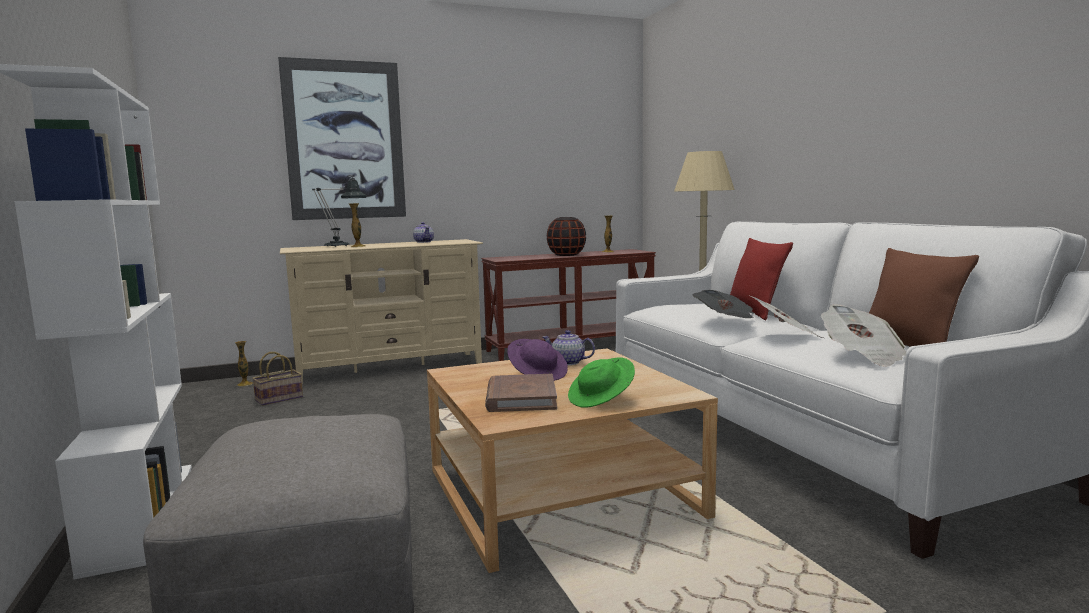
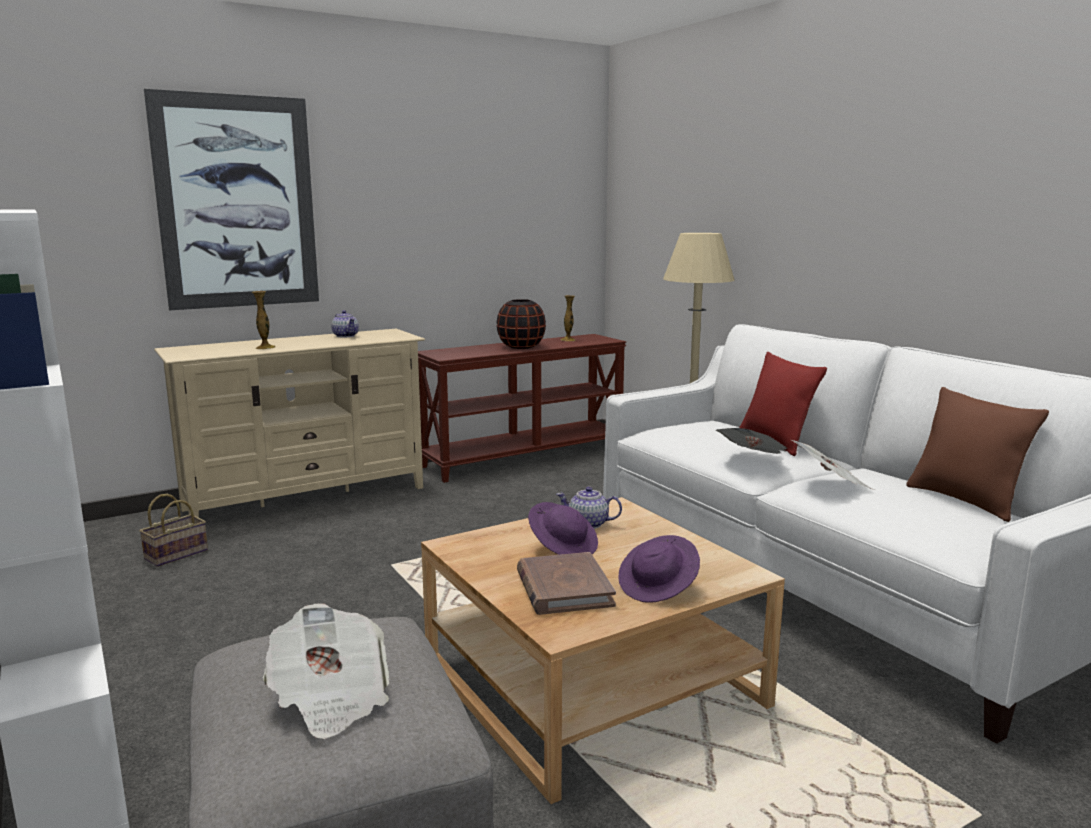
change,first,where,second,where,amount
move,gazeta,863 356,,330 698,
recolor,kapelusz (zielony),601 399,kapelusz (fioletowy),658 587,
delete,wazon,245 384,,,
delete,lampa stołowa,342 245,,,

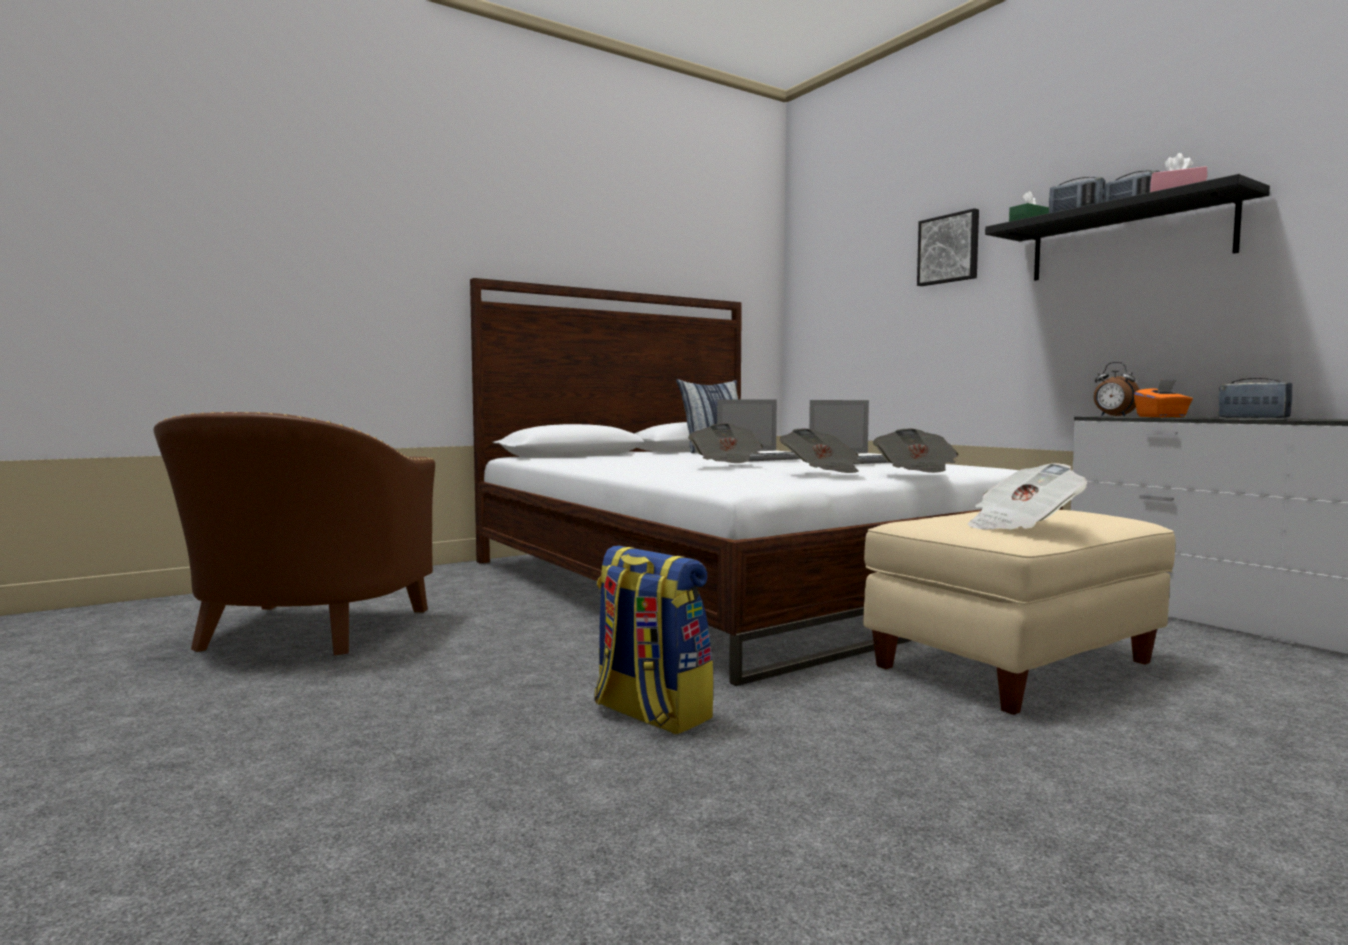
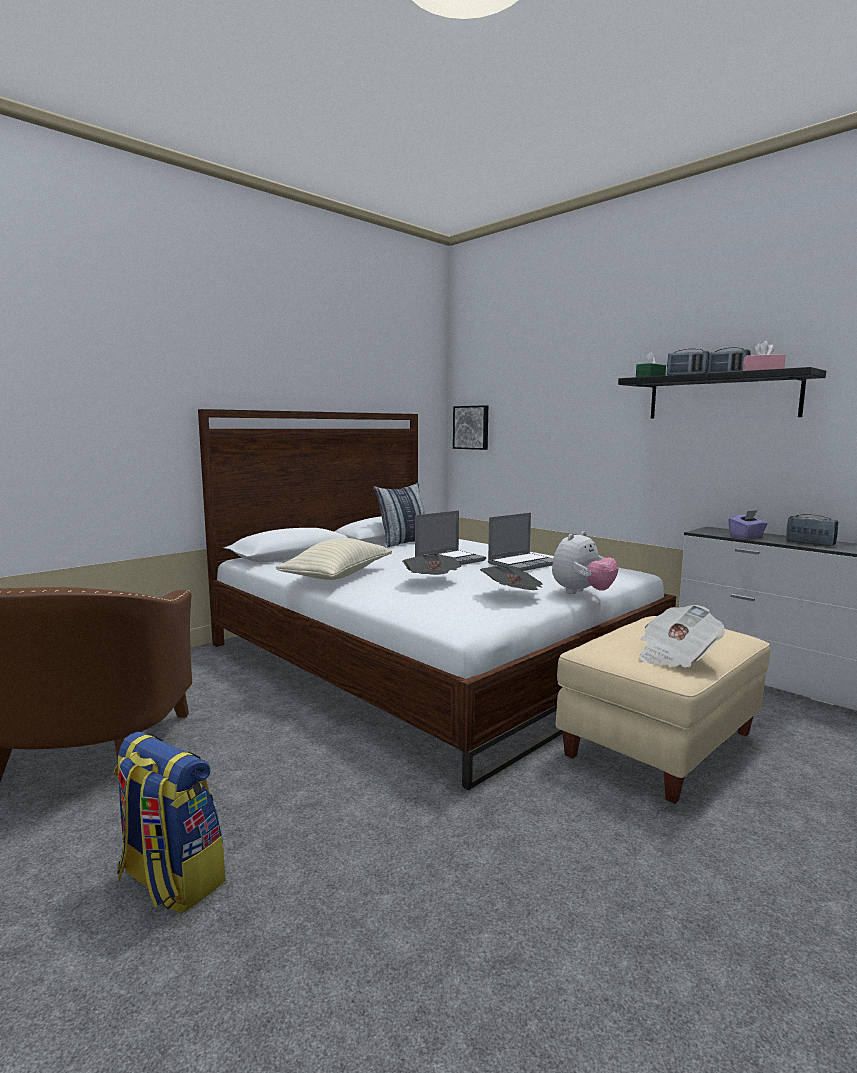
change,first,where,second,where,amount
move,plecak,650 713,,169 880,
insert,,,poduszka (beżowy),337 576,
move,obraz,949 249,,471 427,
replace,gazeta,916 475,pluszak,582 593,
recolor,pudełko chusteczek (pomarańczowy),1162 417,pudełko chusteczek (fioletowy),746 536,
delete,budzik,1113 416,,,

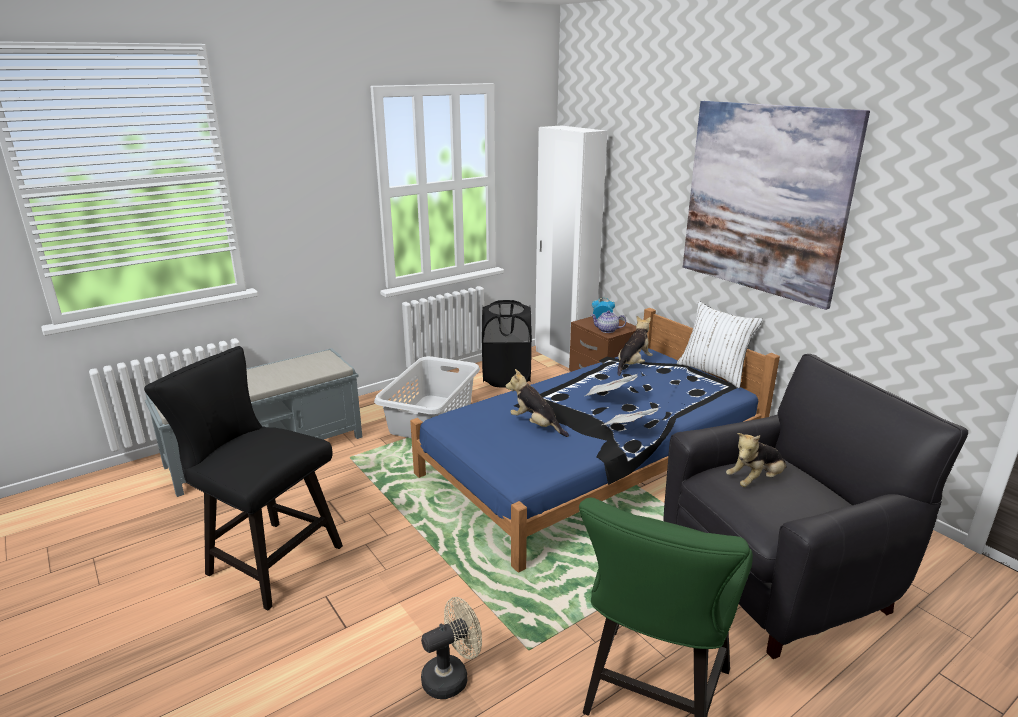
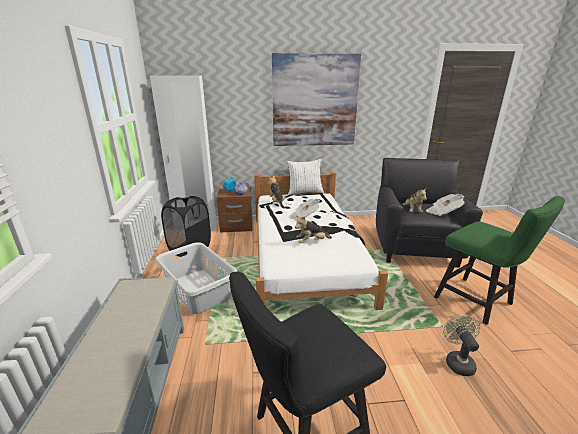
change,first,where,second,where,amount
recolor,łóżko (niebieski),593 461,łóżko (biały),304 254,
move,gazeta,629 430,,443 212,

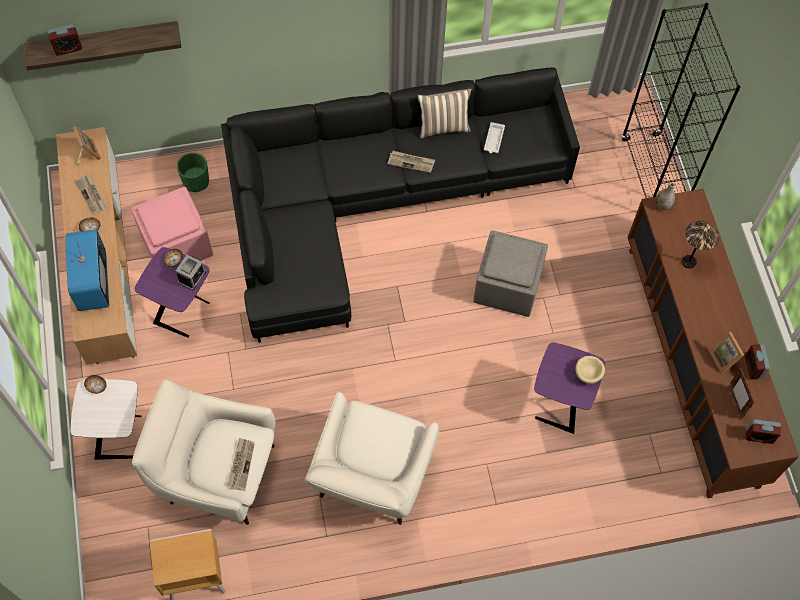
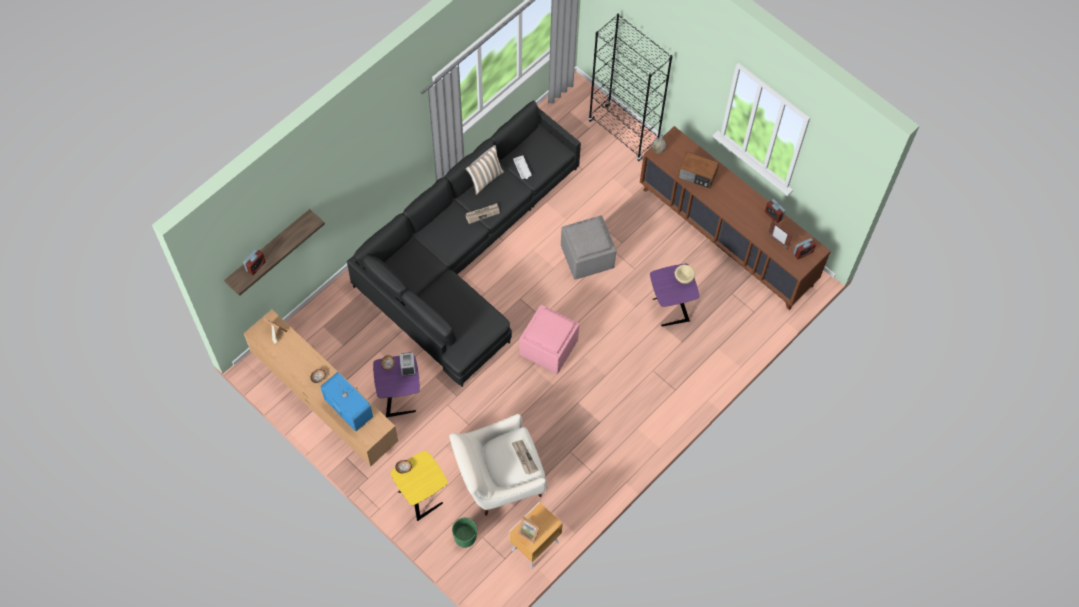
change,first,where,second,where,amount
recolor,stolik (biały),120 436,stolik (żółty),421 497,
move,donica (zielony),196 181,,465 537,
move,ramka na zdjęcie,724 358,,529 531,
move,pufa (różowy),176 245,,548 348,
replace,lampa stołowa,689 262,radio,697 175,
delete,gazeta,92 195,,,
delete,fotel (biały),371 479,,,

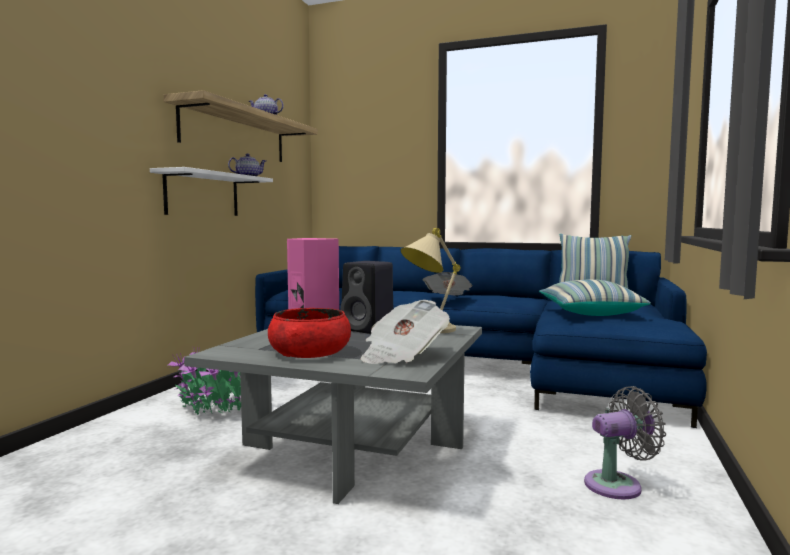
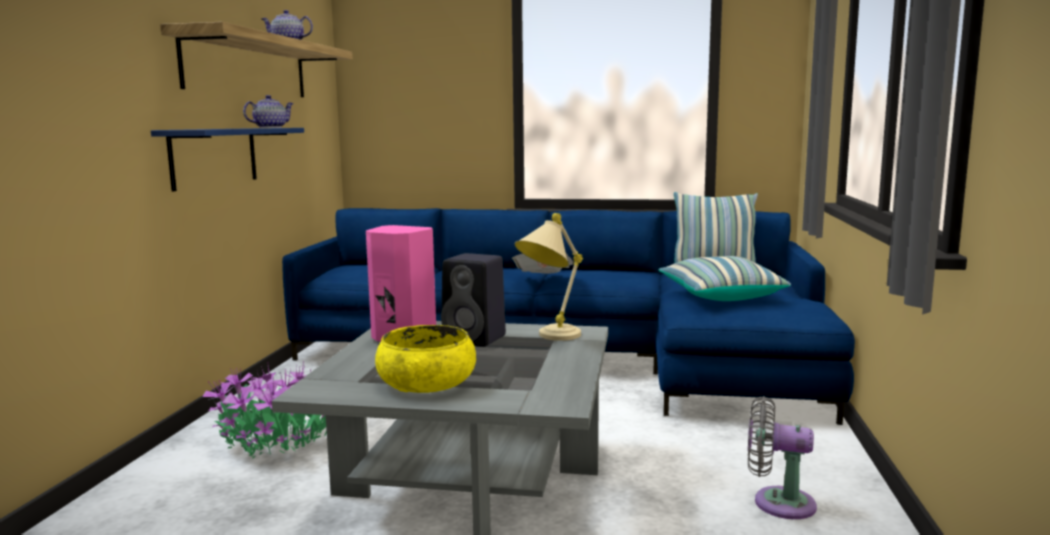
change,first,where,second,where,amount
recolor,półka (biały),202 194,półka (niebieski),214 157,
recolor,miska (czerwony),310 352,miska (żółty),426 382,
rotate,wentylator (szary),618 485,,777 502,135 degrees counterclockwise
delete,gazeta,402 355,,,

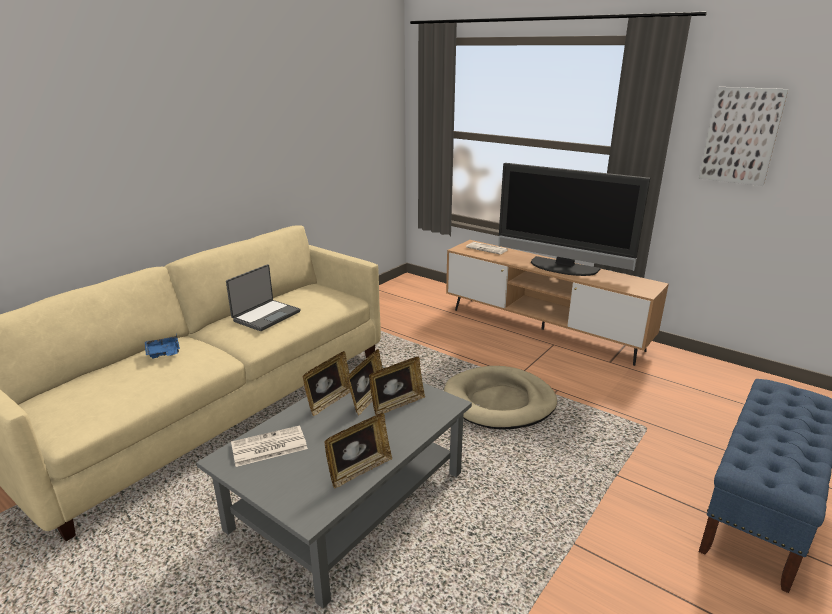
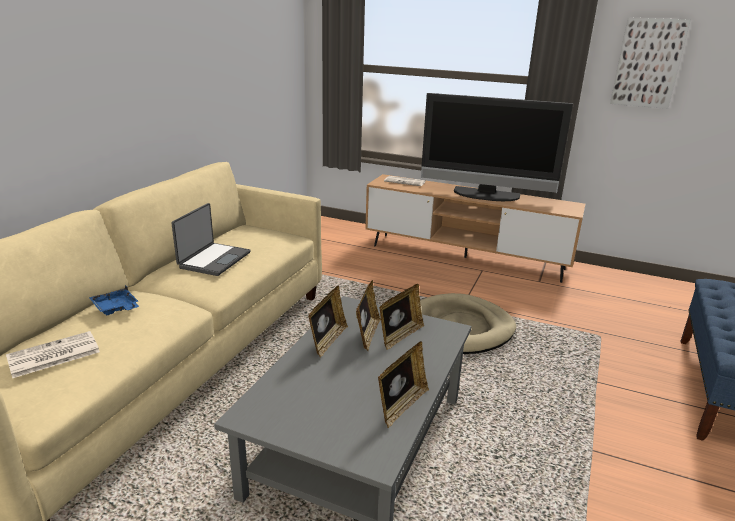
change,first,where,second,where,amount
move,gazeta,268 447,,52 355,

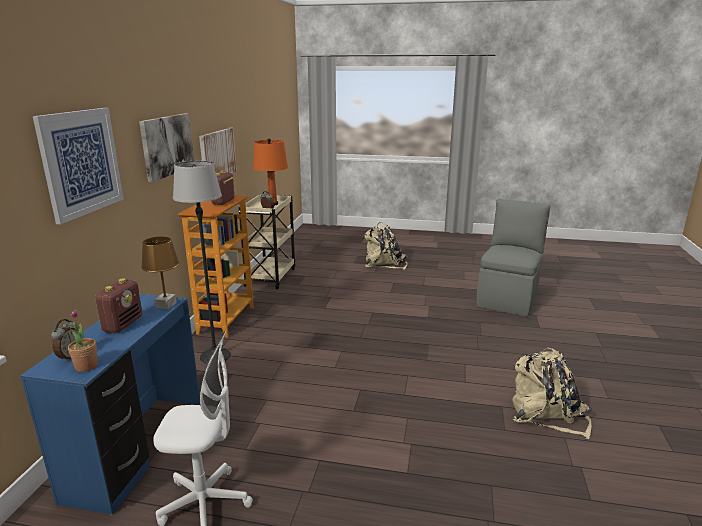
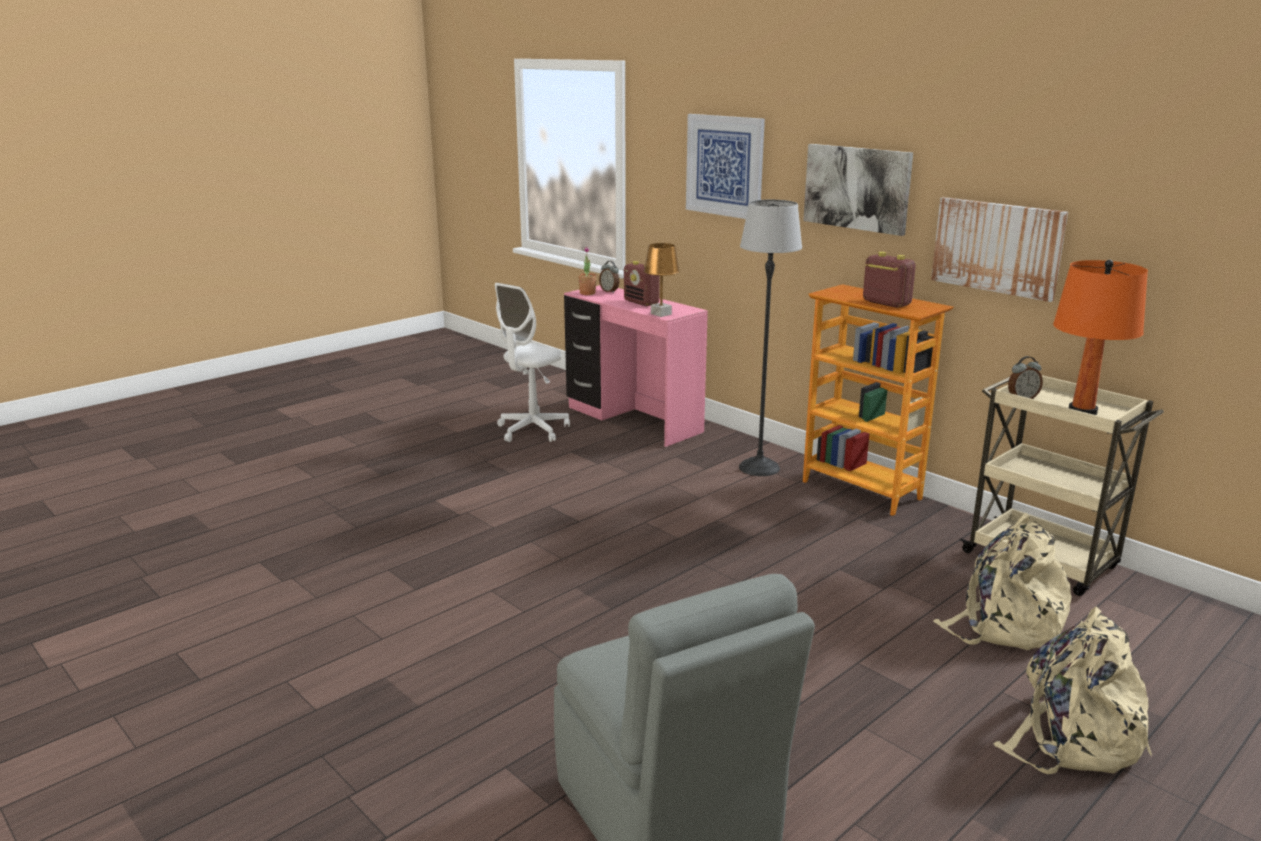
change,first,where,second,where,amount
recolor,biurko (niebieski),139 448,biurko (różowy),632 420,
move,plecak (beżowy),547 414,,1004 624,

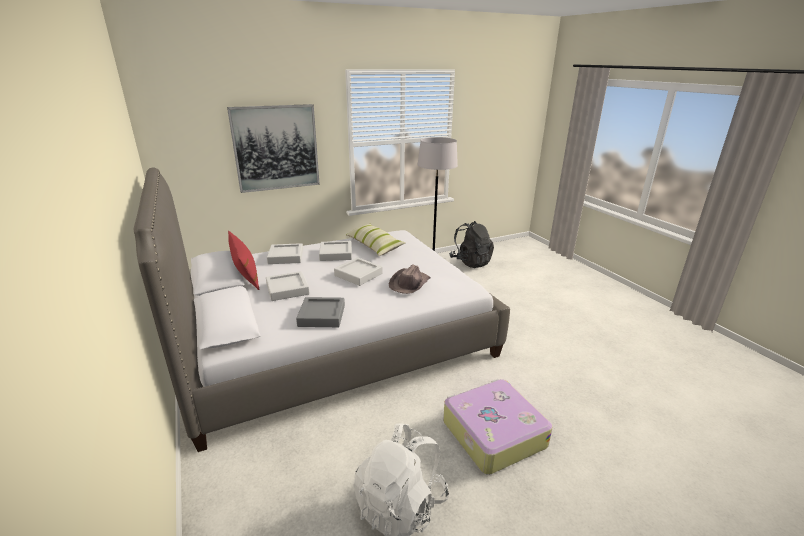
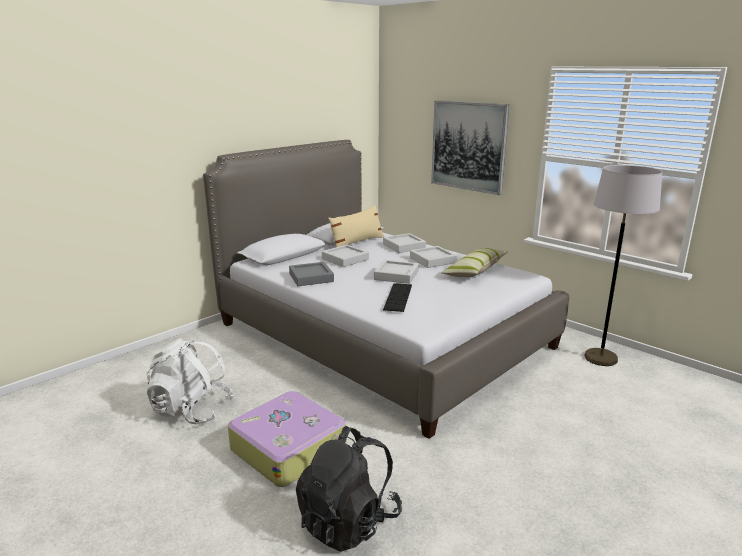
change,first,where,second,where,amount
move,plecak (czarny),470 262,,349 522,
recolor,poduszka (czerwony),245 275,poduszka (beżowy),357 243,
replace,kapelusz (brązowy),409 283,klawiatura,398 297,

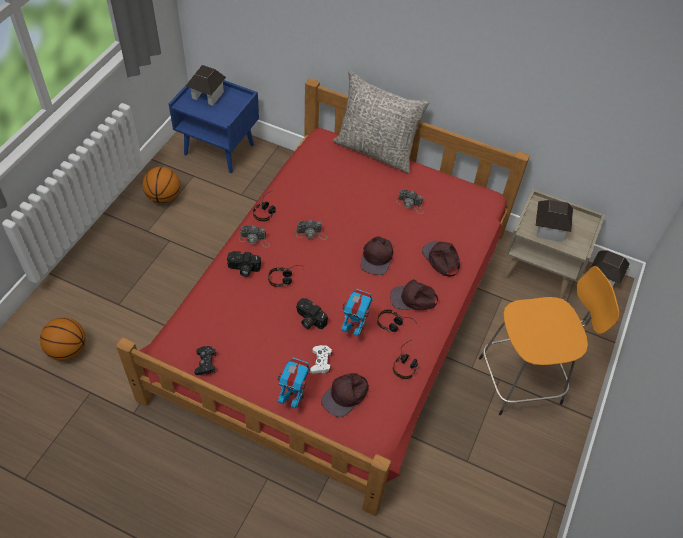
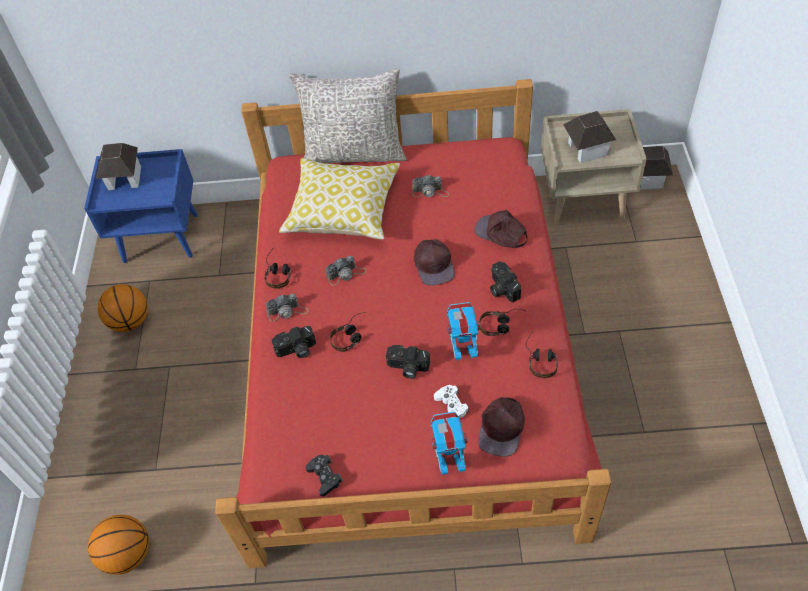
change,first,where,second,where,amount
insert,,,poduszka,343 210,
replace,czapka z daszkiem (brązowy),413 299,aparat fotograficzny,501 288,
delete,stołek (pomarańczowy),523 380,,,

